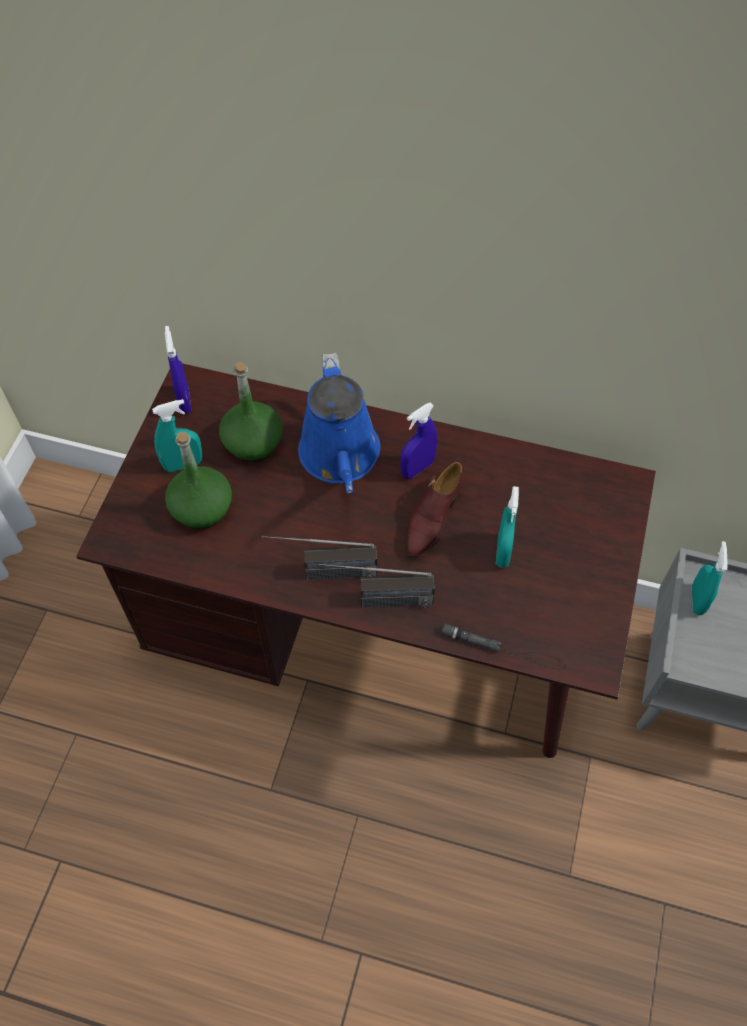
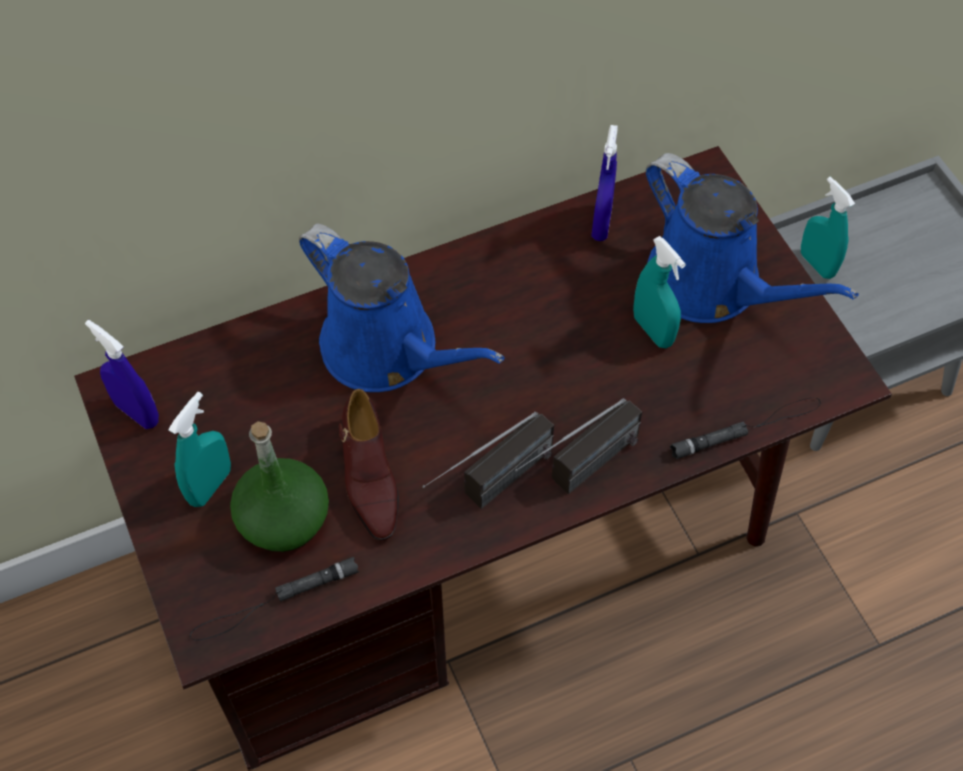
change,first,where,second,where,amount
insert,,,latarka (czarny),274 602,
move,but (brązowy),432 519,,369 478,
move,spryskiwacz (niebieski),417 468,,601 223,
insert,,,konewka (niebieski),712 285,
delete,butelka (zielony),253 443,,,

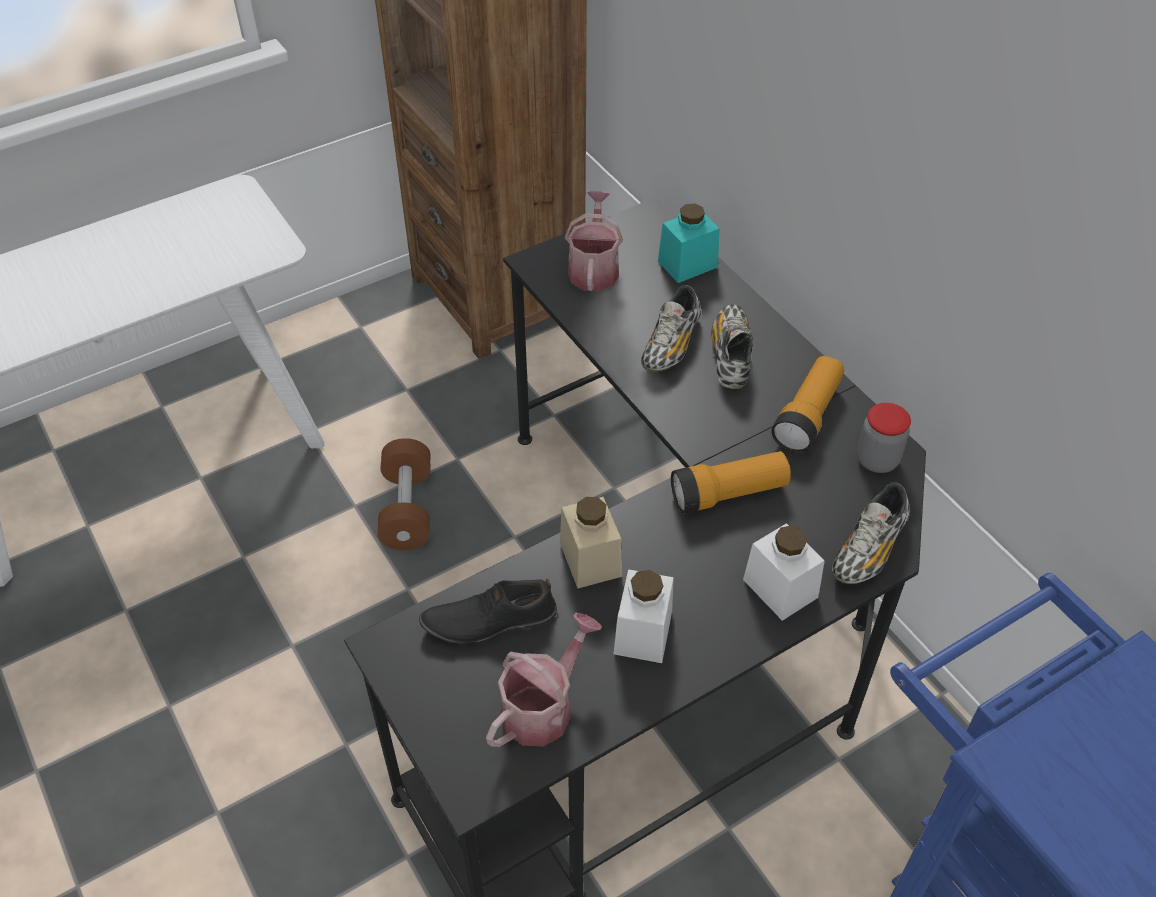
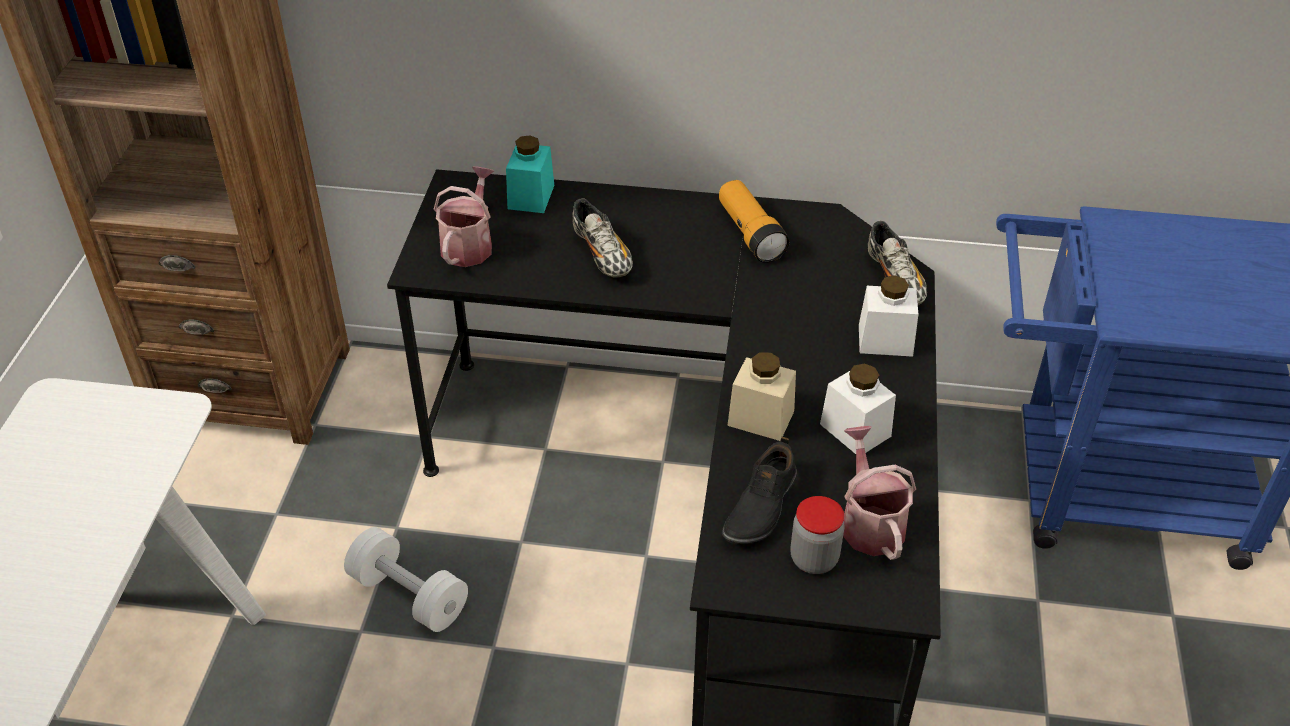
change,first,where,second,where,amount
recolor,hantel (brązowy),407 509,hantel (biały),409 595,
rotate,konewka,594 268,,469 244,60 degrees clockwise
move,słoik,877 460,,814 559,
delete,latarka,728 494,,,
delete,but,731 355,,,

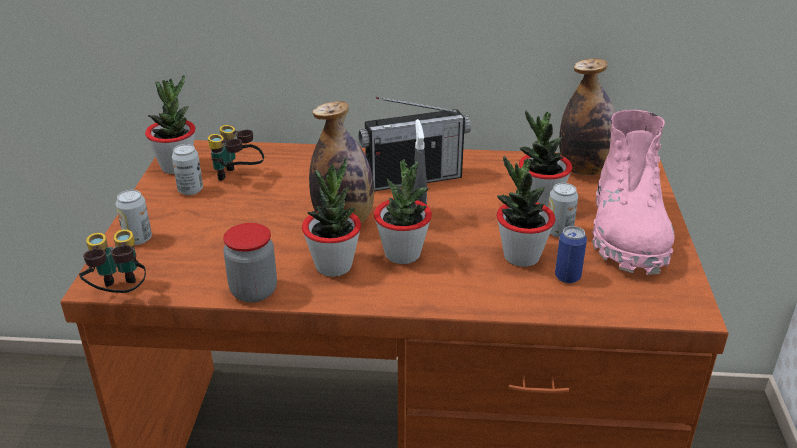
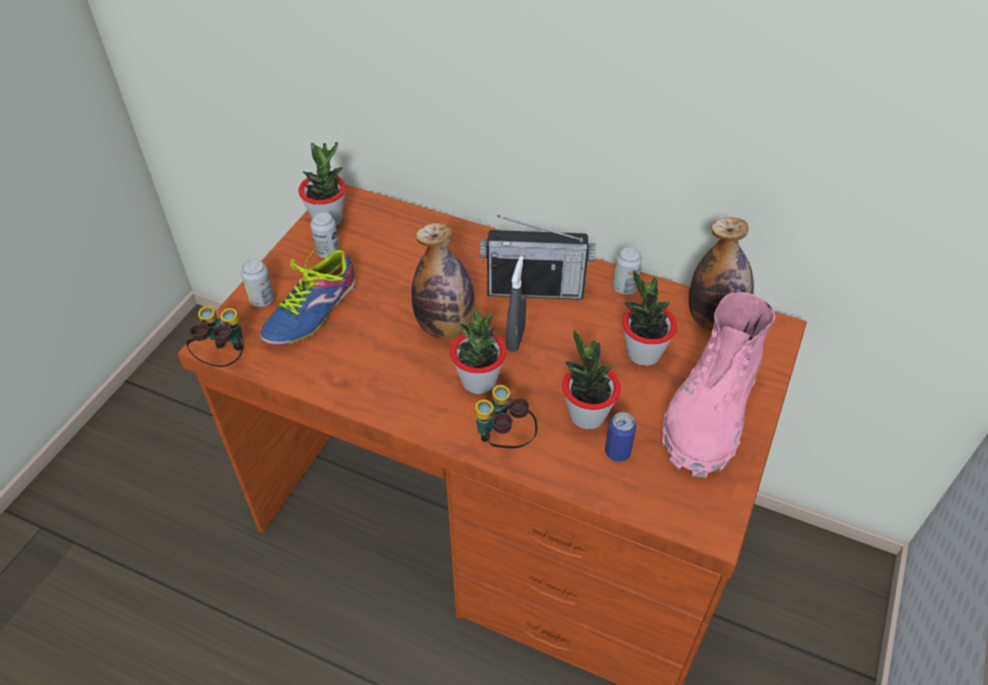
change,first,where,second,where,amount
insert,,,but,312 311,
move,lornetka,238 177,,504 441,
move,puszka,559 231,,624 287,
delete,słoik,253 291,,,
delete,roślina doniczkowa,333 266,,,

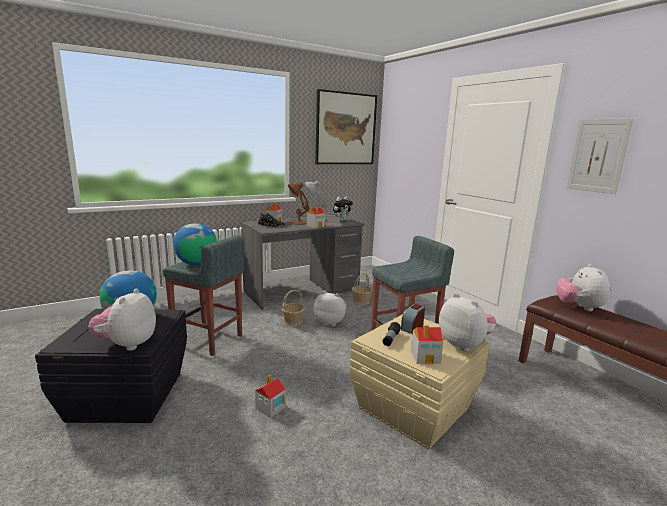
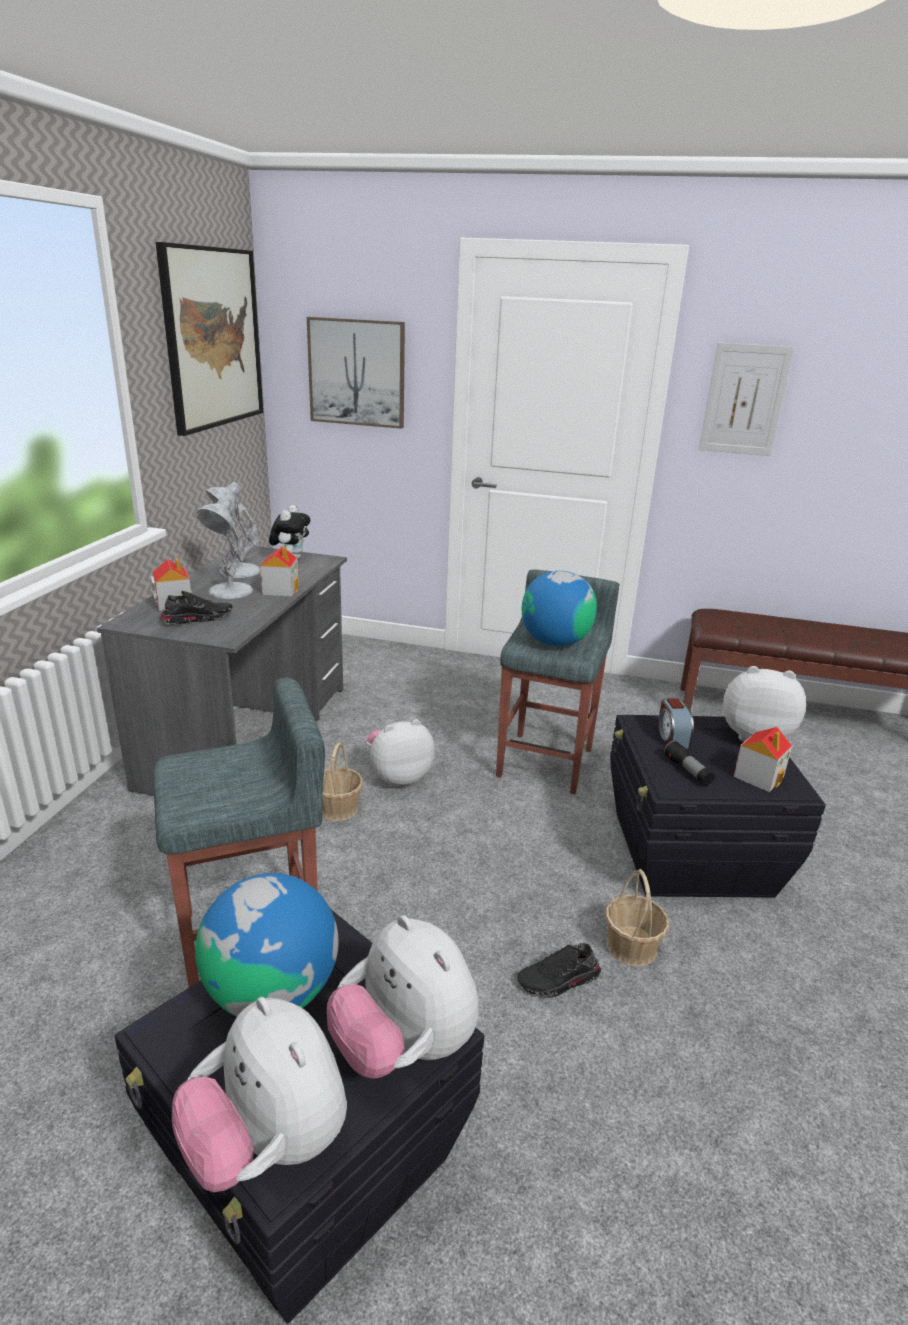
change,first,where,second,where,amount
move,pluszak,579 307,,267 1143,
recolor,lampa stołowa (brązowy),298 222,lampa stołowa (biały),229 591,
insert,,,obraz,357 372,
replace,domek,270 408,but (czarny),559 981,
move,globus,196 263,,555 642,
move,koszyk,361 301,,631 946,
recolor,pojemnik do przechowywania (beżowy),412 408,pojemnik do przechowywania (czarny),690 854,

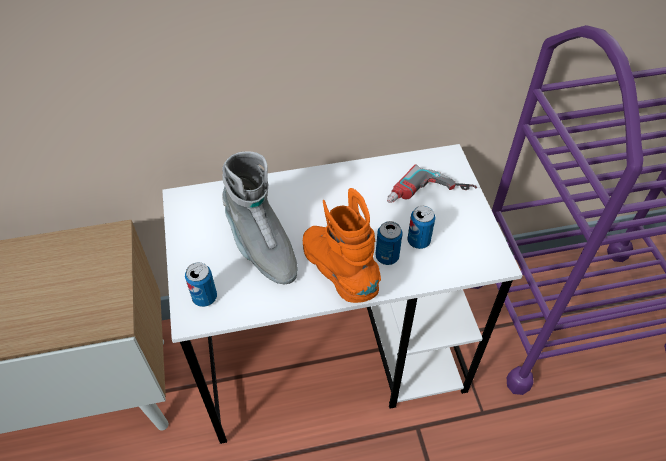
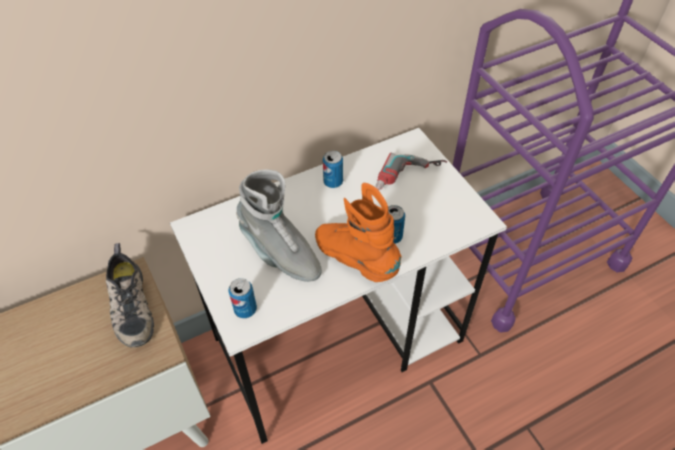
change,first,where,second,where,amount
insert,,,but,129 305,
move,puszka,418 241,,333 182,

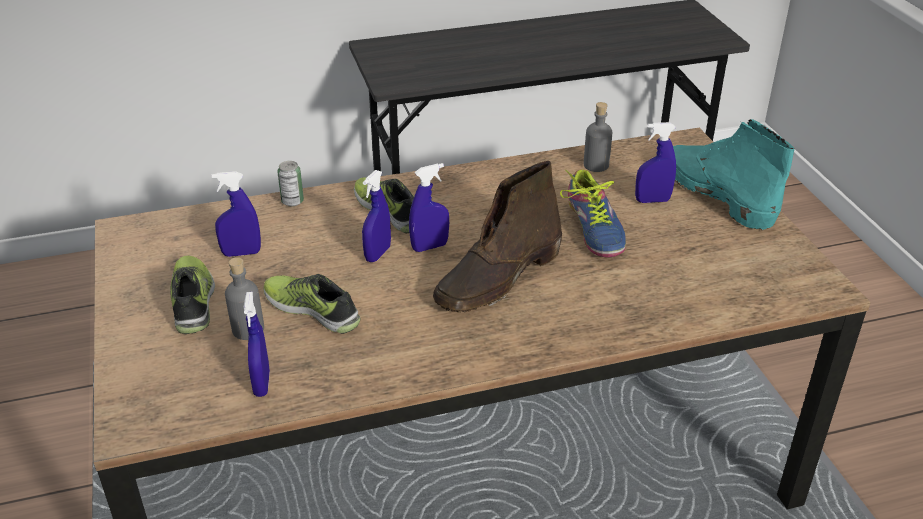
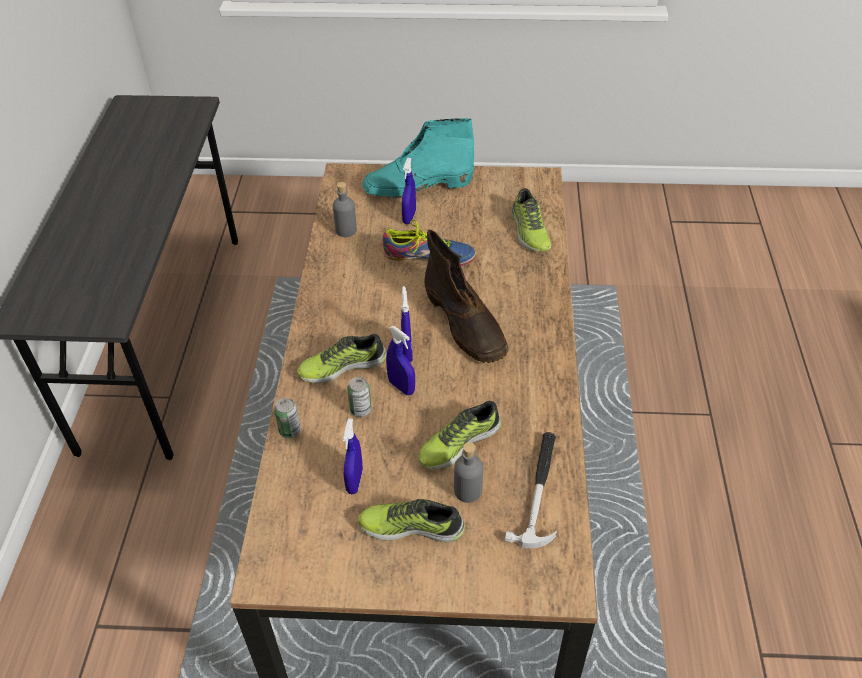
change,first,where,second,where,amount
insert,,,puszka,360 410,
replace,spryskiwacz (niebieski),262 384,młotek,539 491,
insert,,,but,529 231,

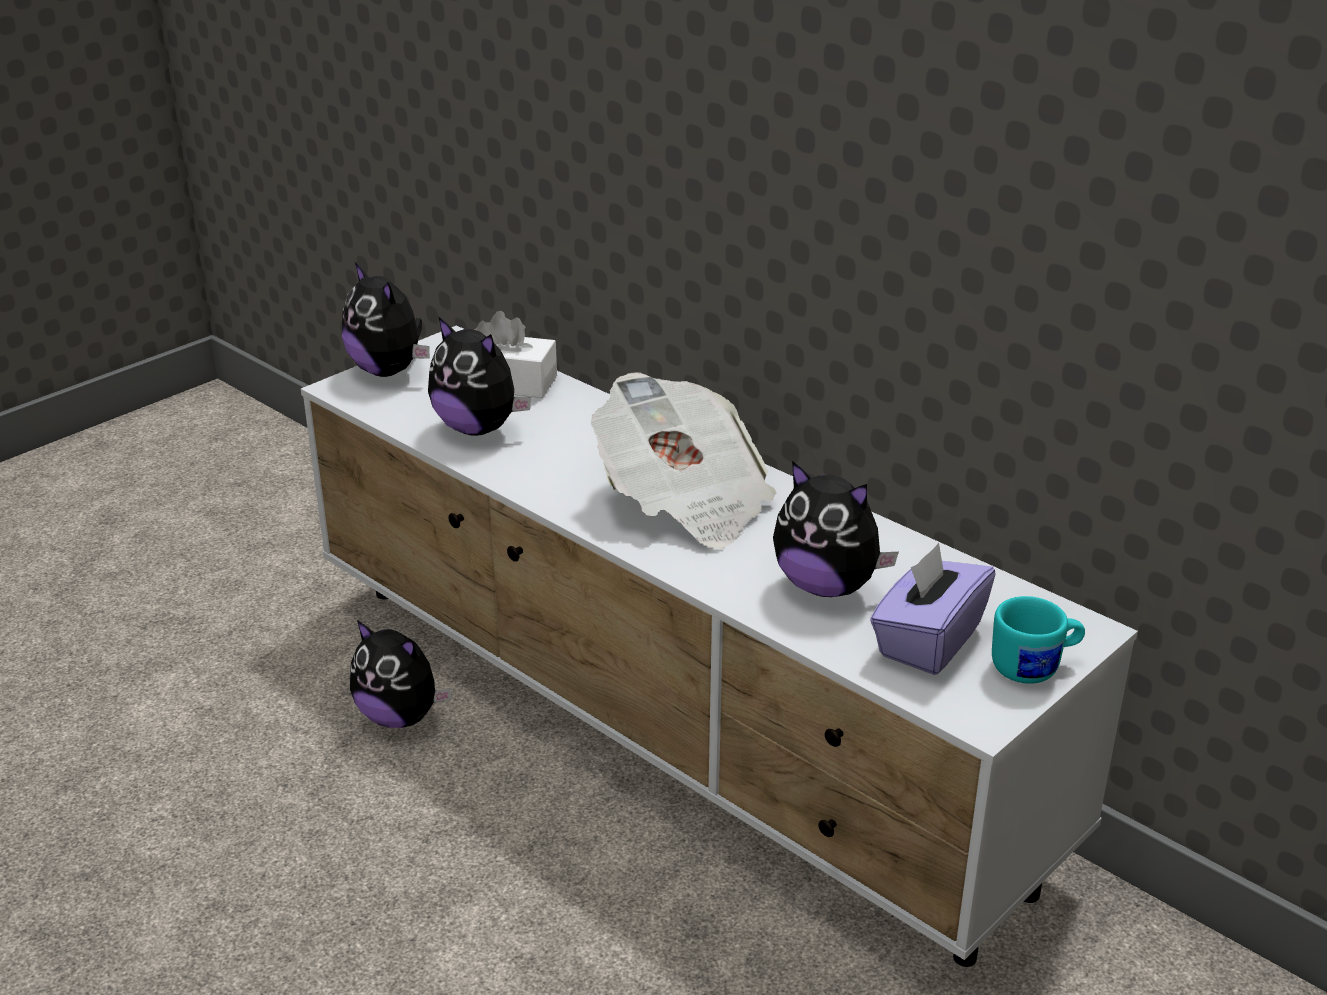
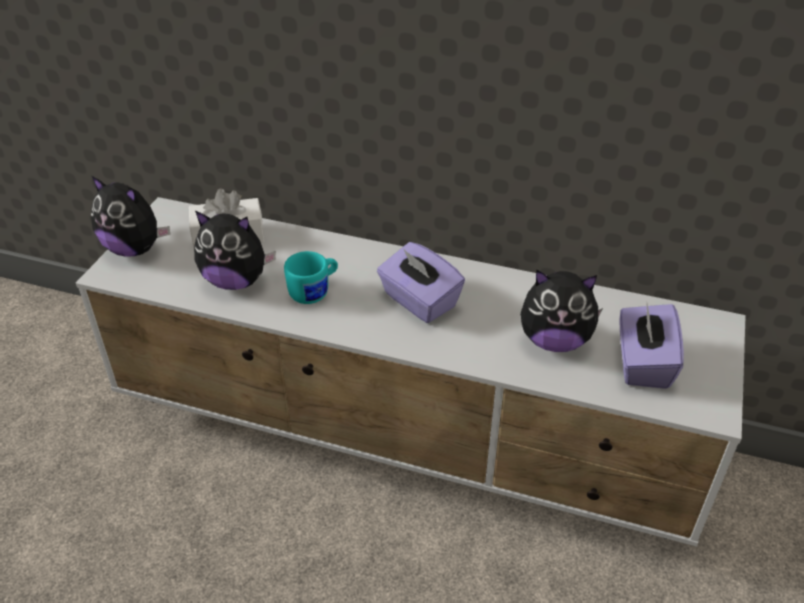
change,first,where,second,where,amount
move,kubek (turkusowy),1035 668,,315 292,
replace,gazeta,684 502,pudełko chusteczek (fioletowy),419 301,
delete,pluszak,400 716,,,

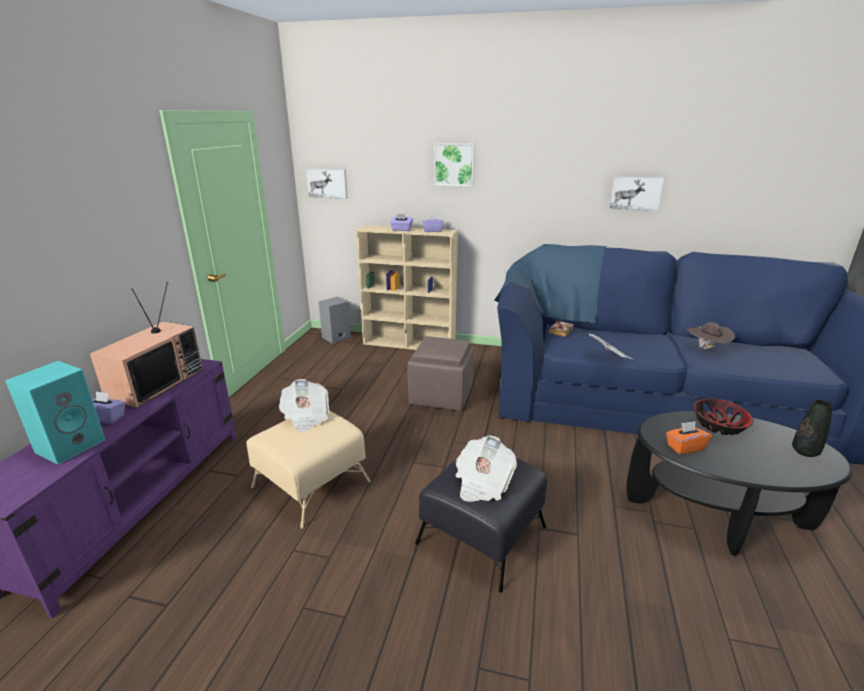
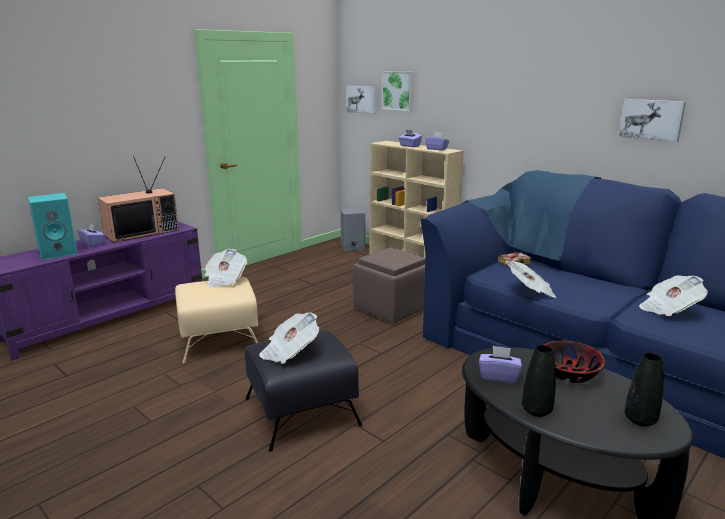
change,first,where,second,where,amount
move,obraz,454 164,,398 90,
recolor,pudełko chusteczek (pomarańczowy),685 447,pudełko chusteczek (fioletowy),498 376,
insert,,,wazon (czarny),536 411,
replace,kapelusz (brązowy),706 349,gazeta,669 309,

